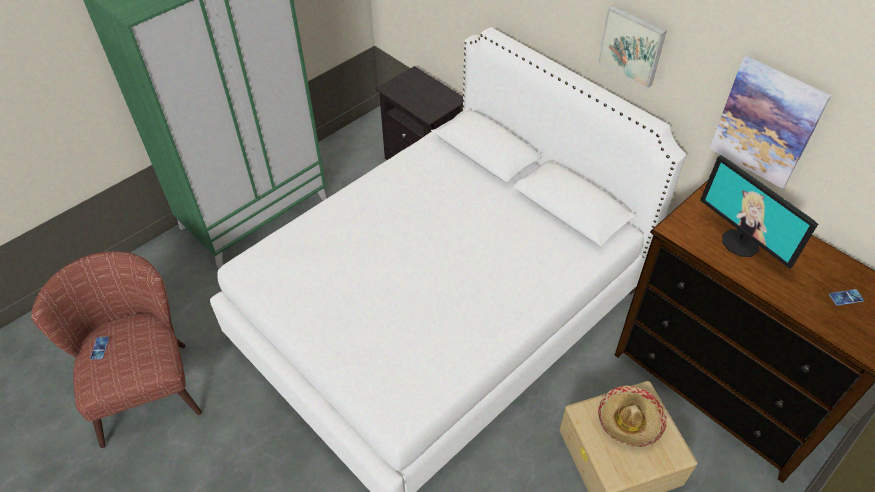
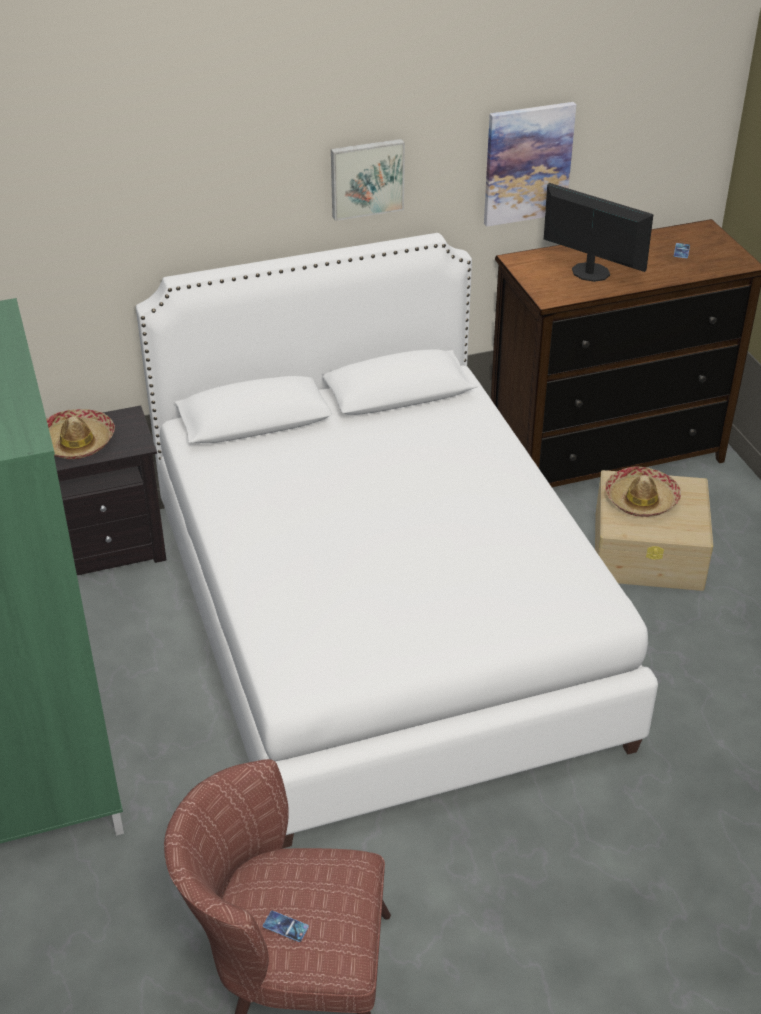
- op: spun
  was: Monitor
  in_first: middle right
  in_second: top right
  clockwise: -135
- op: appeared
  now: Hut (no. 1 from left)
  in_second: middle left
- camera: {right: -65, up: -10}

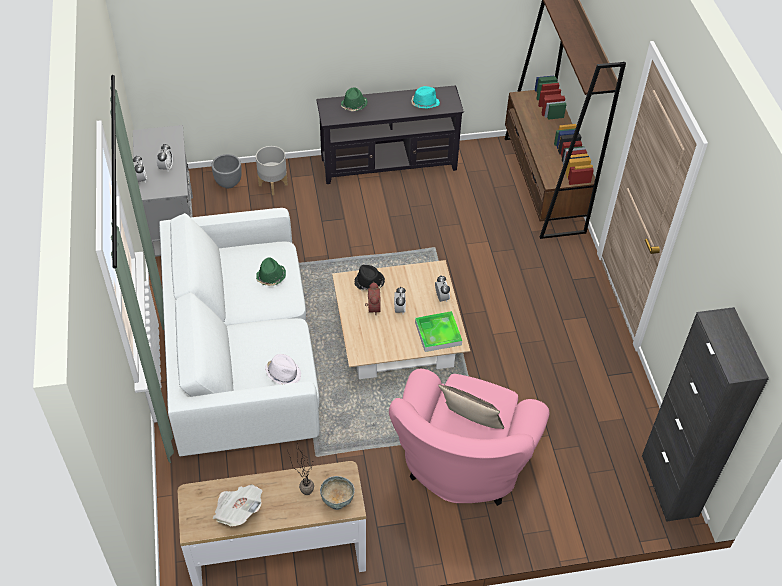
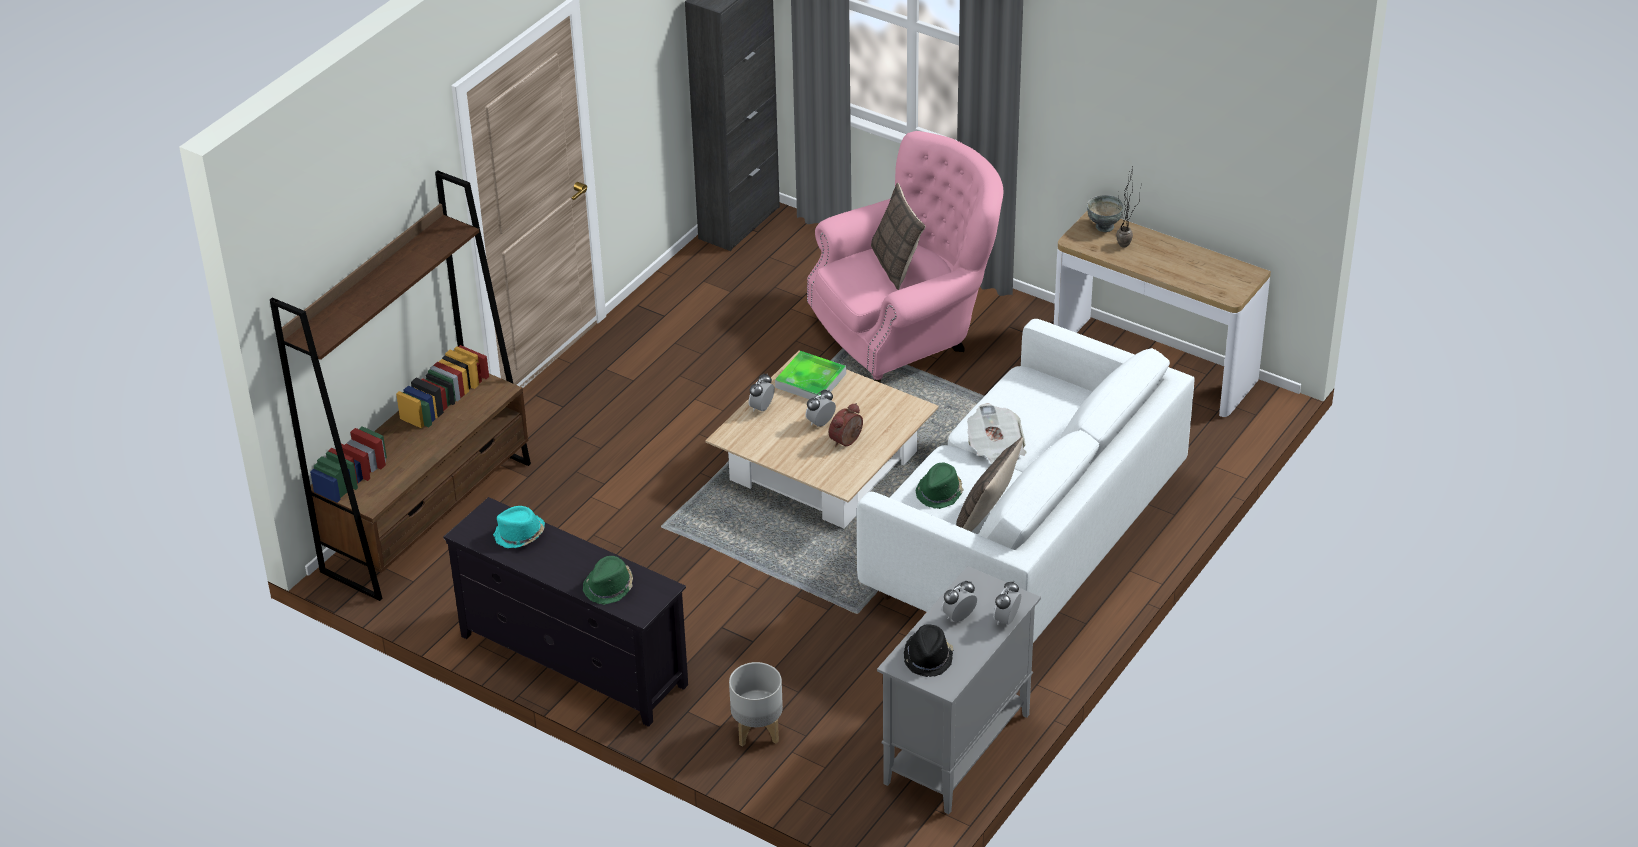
- op: missing
  was: Pflanzkübel (grau) (no. 1 from left)
  in_first: top left
- op: relocated
  was: Hut (schwarz)
  in_first: centre
  in_second: bottom centre
- op: missing
  was: Hut (weiß)
  in_first: centre
- op: relocated
  was: Zeitung
  in_first: bottom left
  in_second: centre
- op: appeared
  now: Kissen (no. 2 from left)
  in_second: centre
- camera: {right: -135, up: -10}

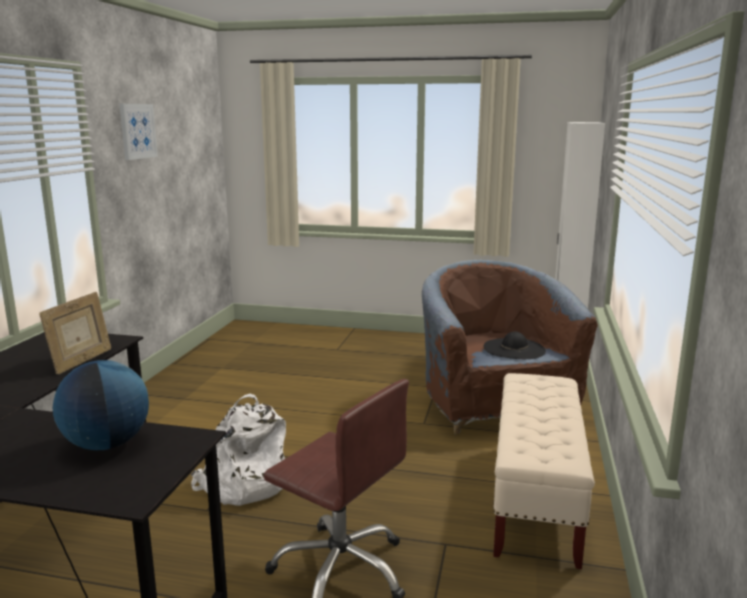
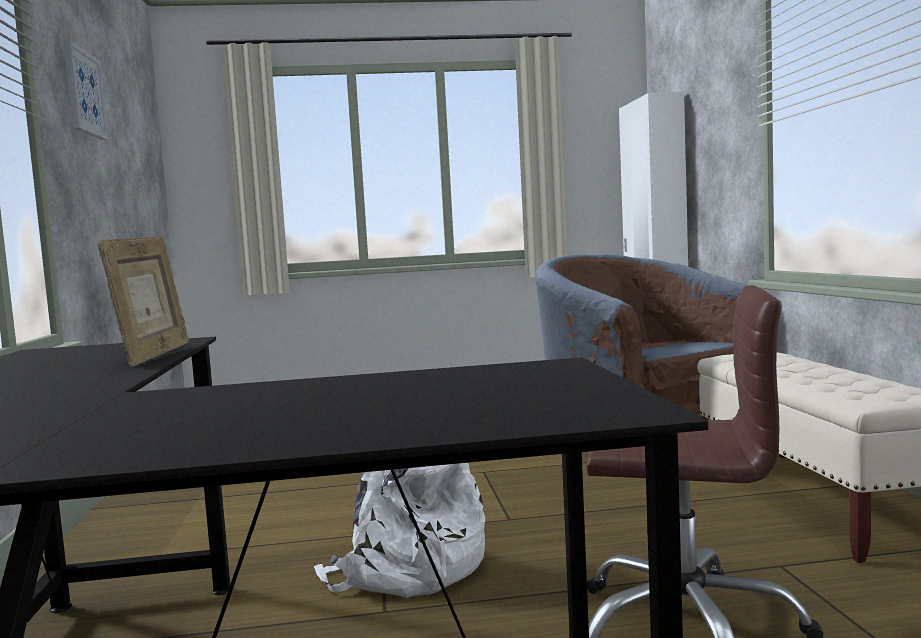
- op: missing
  was: Hut (schwarz)
  in_first: middle right
- op: missing
  was: Globus
  in_first: bottom left
- camera: {right: -20, up: -10}

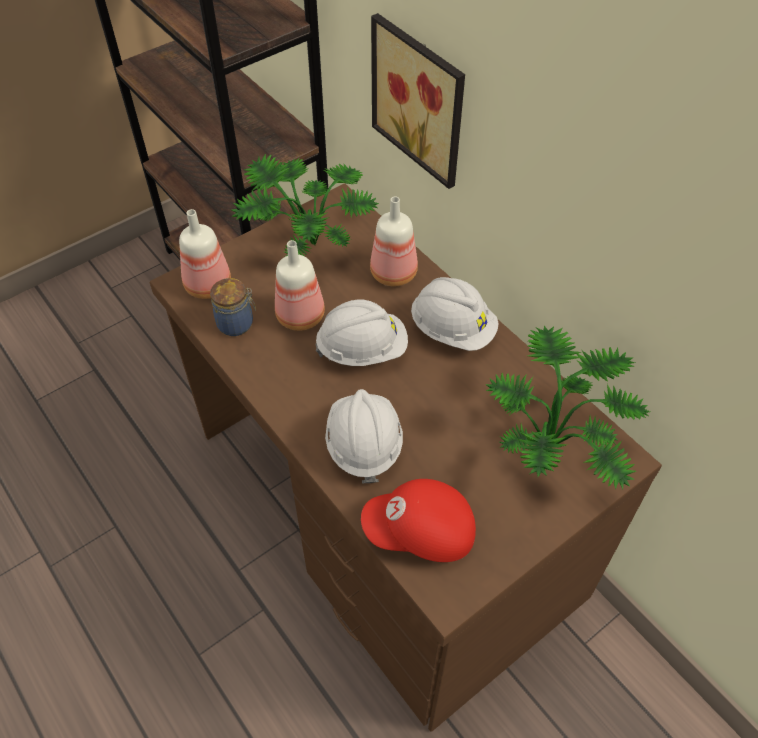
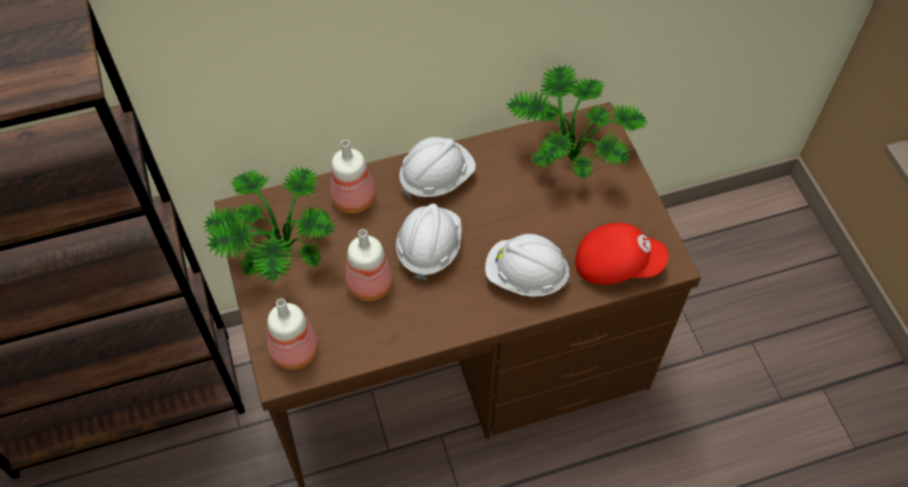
- op: missing
  was: Bild
  in_first: top centre
- op: missing
  was: Vorratsglas
  in_first: middle left
- op: spun
  was: Kappe (rot)
  in_first: bottom centre
  in_second: middle right
  clockwise: -105
- camera: {right: -70, up: 5}

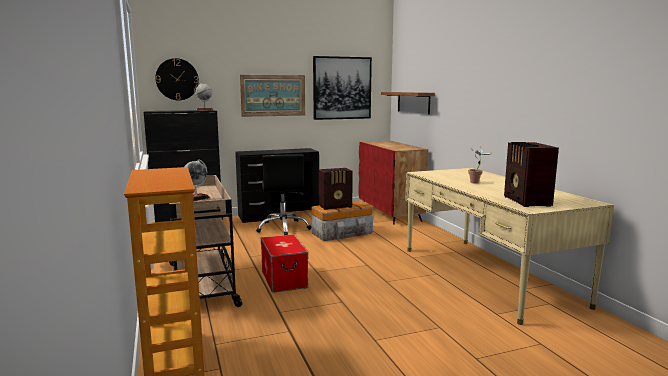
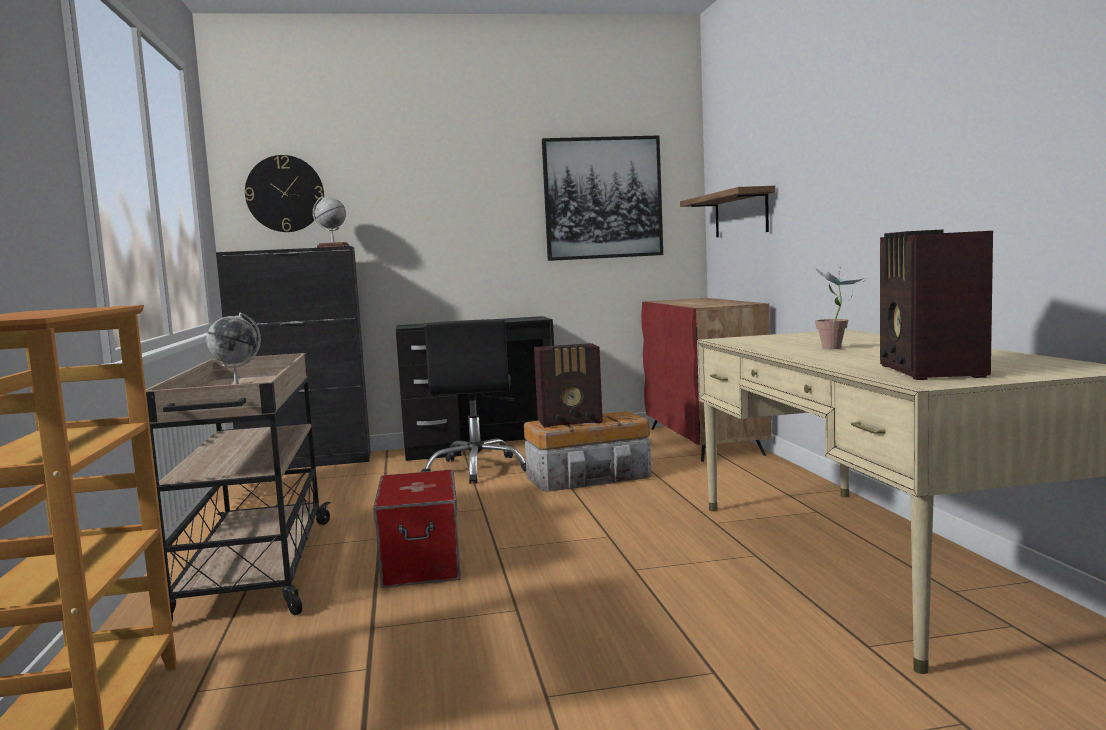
- op: missing
  was: Bild (no. 1 from left)
  in_first: top centre
- camera: {right: 10, up: -5}

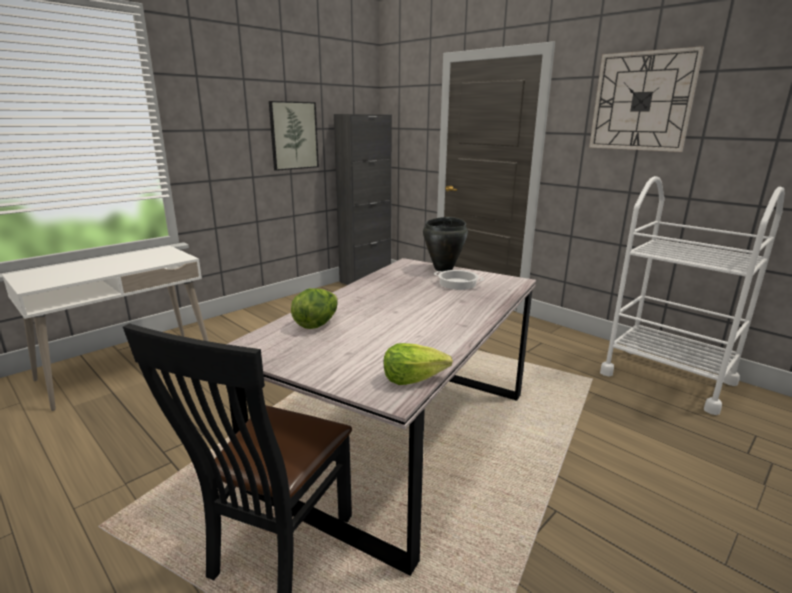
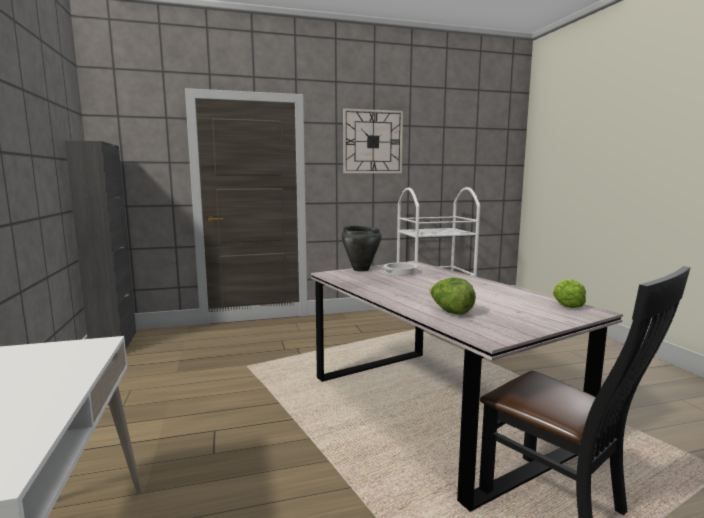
- op: missing
  was: Bild
  in_first: top centre
- camera: {right: -60, up: -10}

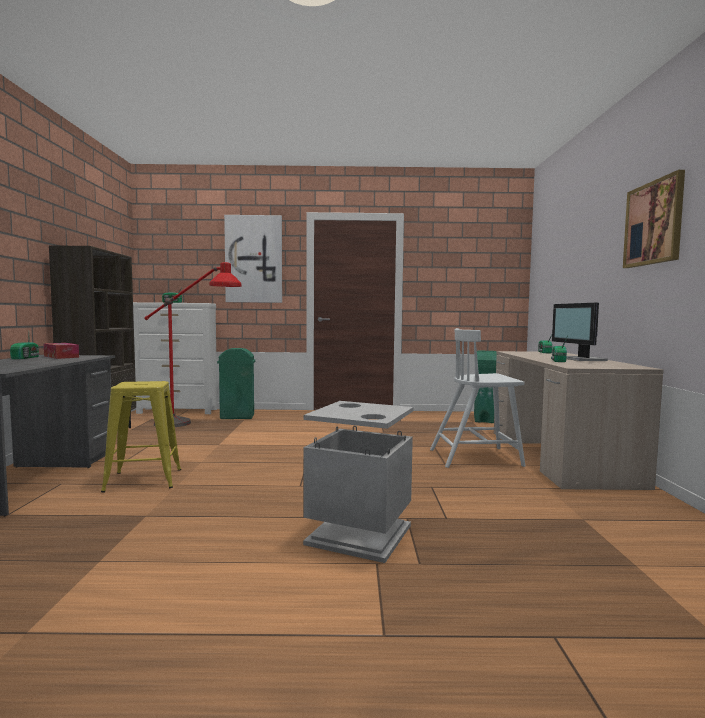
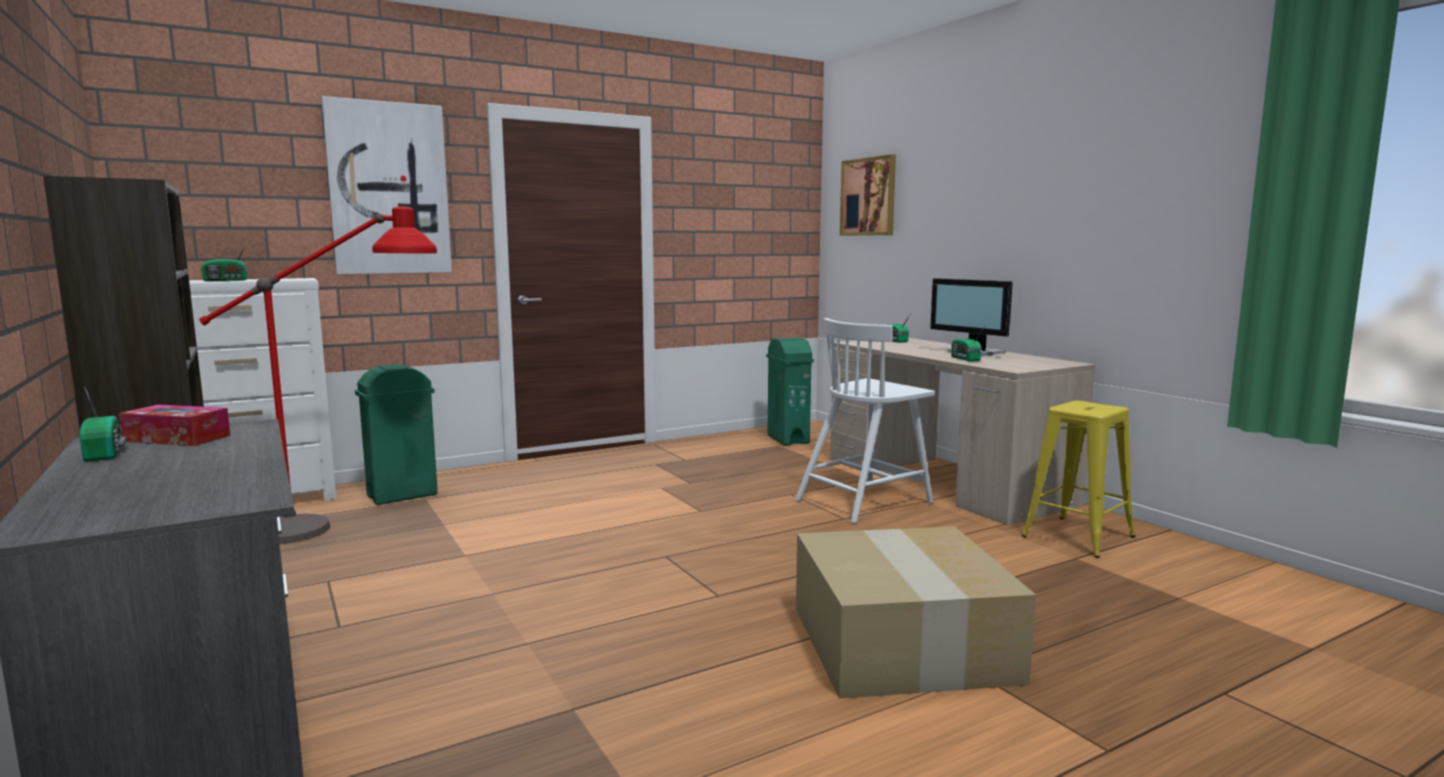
- op: relocated
  was: Bild (no. 2 from left)
  in_first: top right
  in_second: top centre
- op: relocated
  was: Hocker (gelb)
  in_first: middle left
  in_second: middle right
- op: exchanged
  was: Mülleimer (grau)
  now: Karton
  in_first: bottom centre
  in_second: bottom centre
- camera: {right: -30, up: 5}

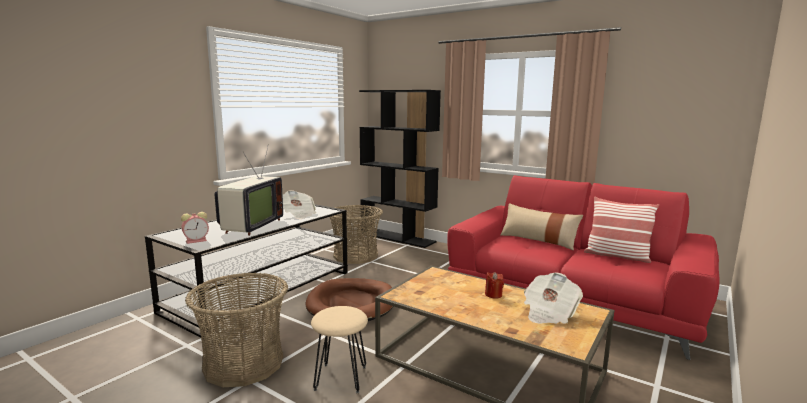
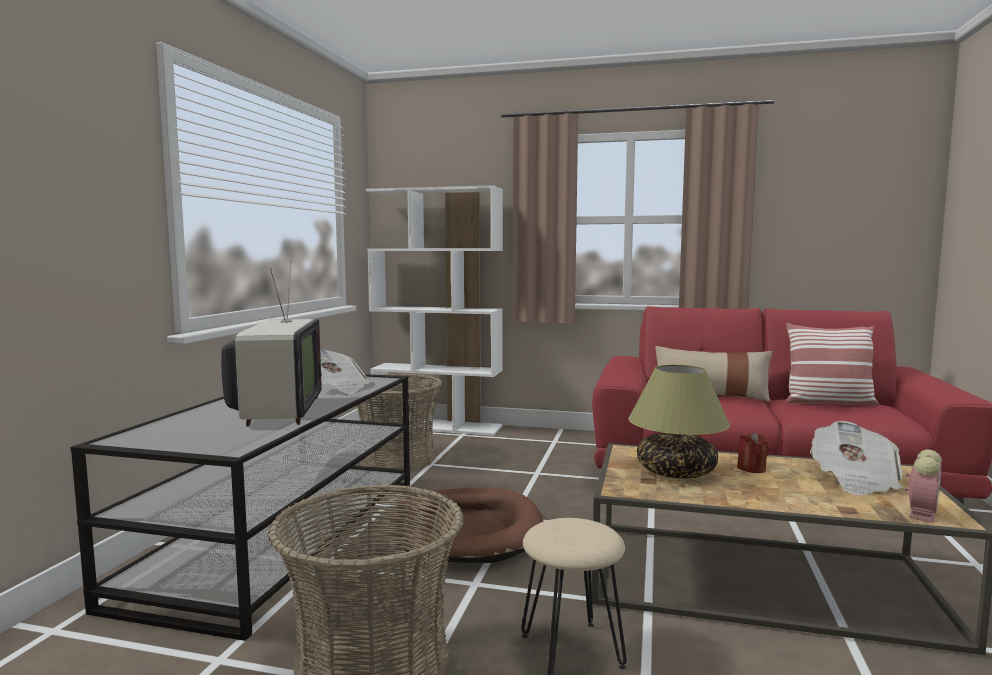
- op: colour
  was: Bücherregal (schwarz)
  now: Bücherregal (weiß)
  in_first: centre
  in_second: centre
- op: relocated
  was: Wecker
  in_first: middle left
  in_second: bottom right
- op: appeared
  now: Tischlampe
  in_second: middle right
- camera: {right: -20, up: -5}

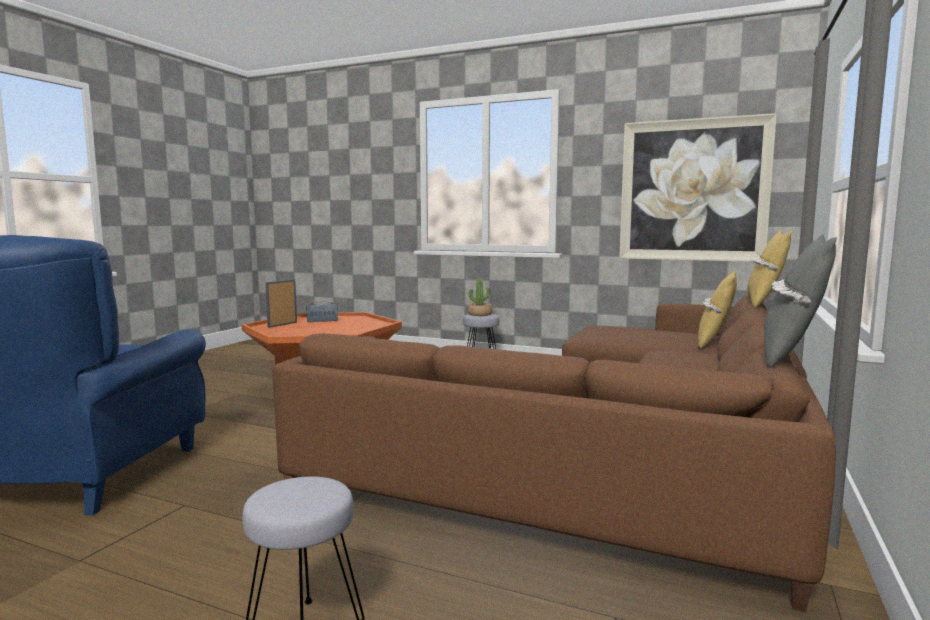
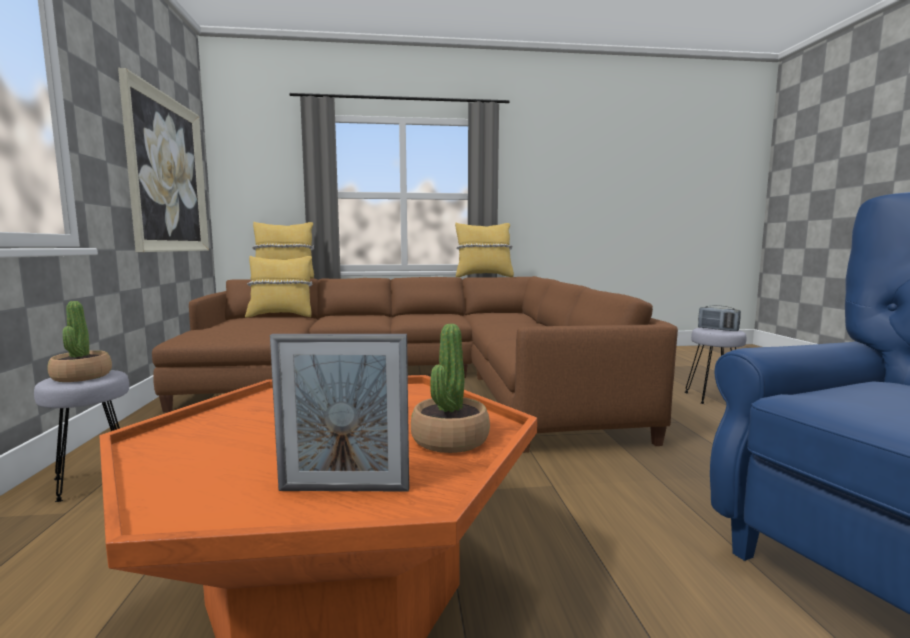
- op: colour
  was: Kissen (grau)
  now: Kissen (gelb) (no. 3 from left)
  in_first: middle right
  in_second: centre
- op: relocated
  was: Radio
  in_first: centre
  in_second: middle right
- op: appeared
  now: Topfpflanze (no. 2 from left)
  in_second: centre
- camera: {right: -120, up: 0}

